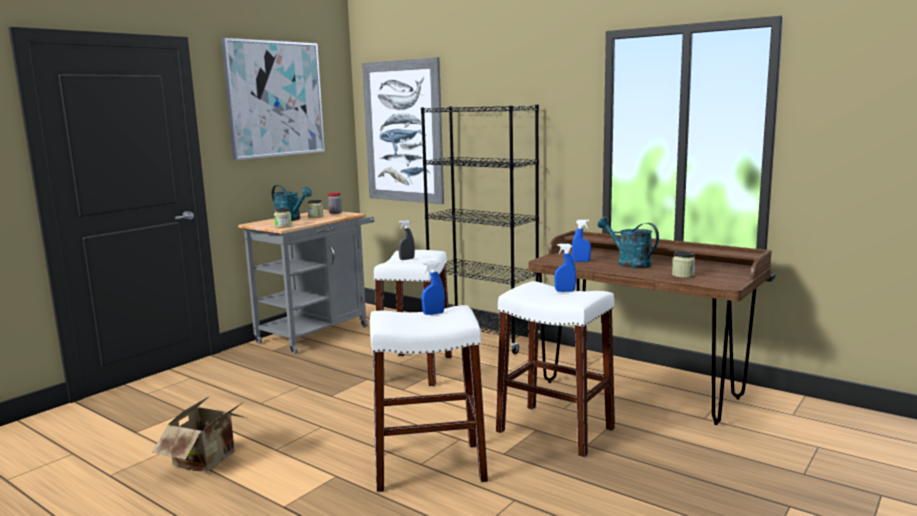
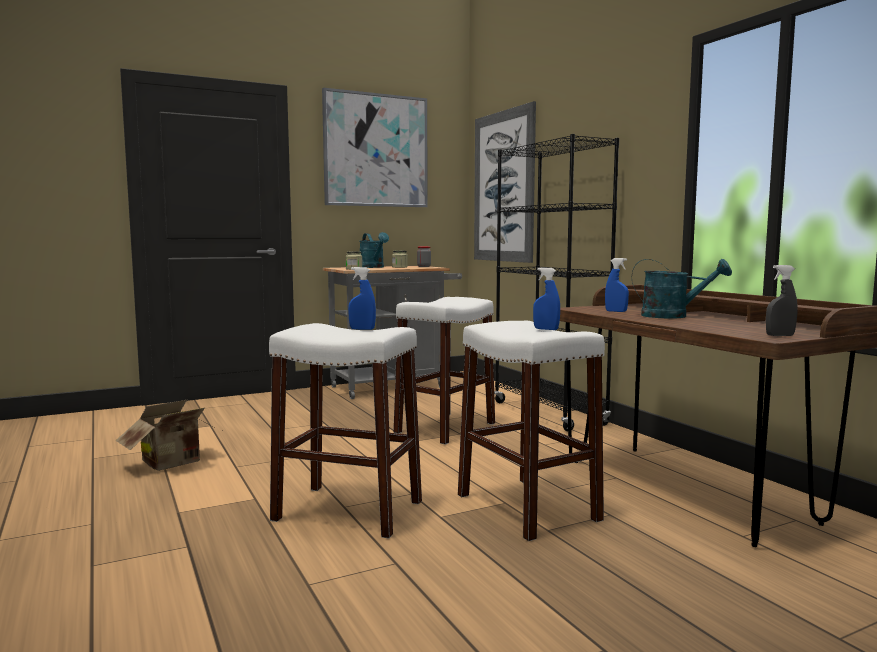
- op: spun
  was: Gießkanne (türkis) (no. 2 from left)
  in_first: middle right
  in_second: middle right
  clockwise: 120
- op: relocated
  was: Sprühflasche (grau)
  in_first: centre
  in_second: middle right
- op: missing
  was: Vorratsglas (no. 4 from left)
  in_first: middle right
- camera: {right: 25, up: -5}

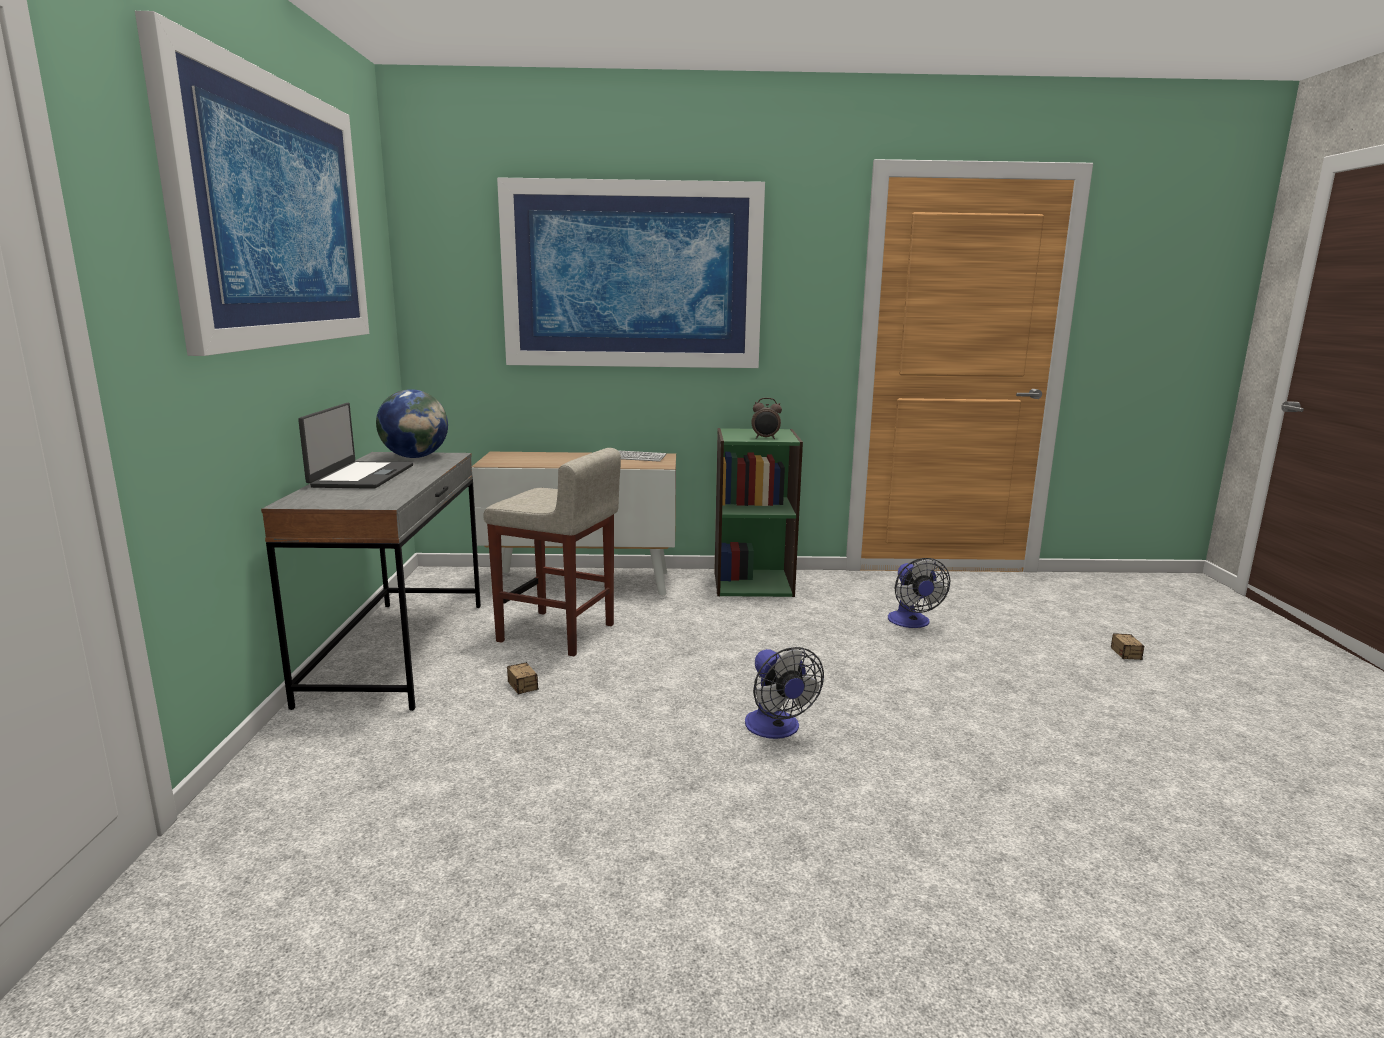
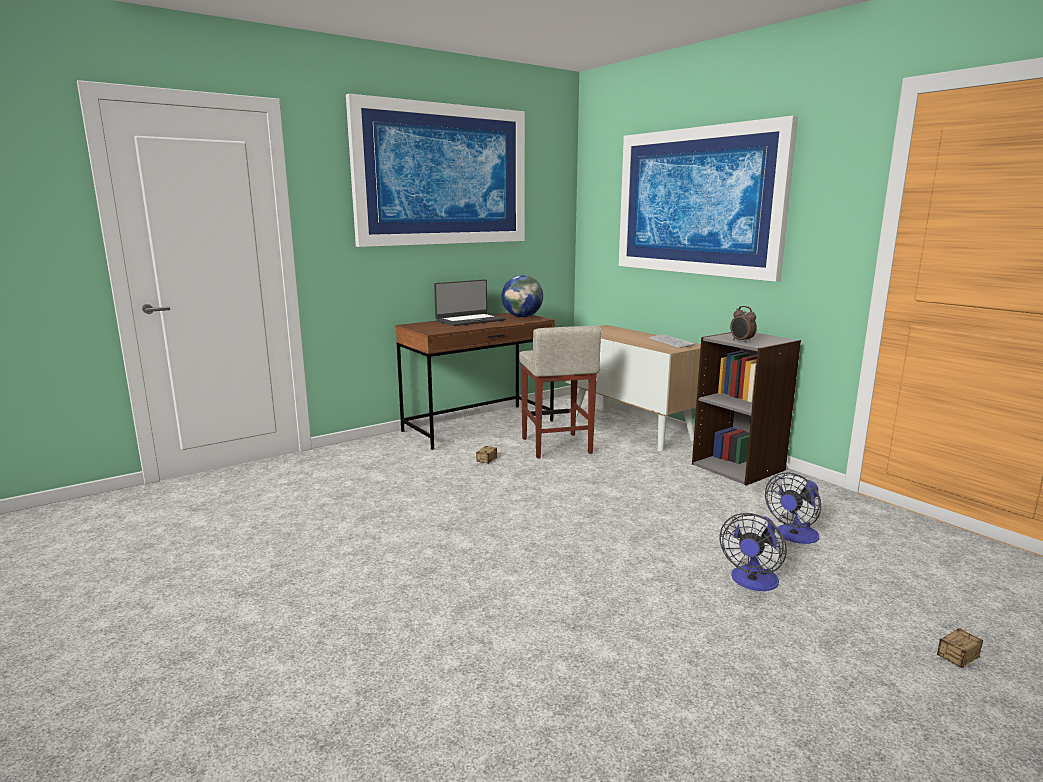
- op: colour
  was: Bücherregal (grün)
  now: Bücherregal (grau)
  in_first: centre
  in_second: middle right
- op: colour
  was: Schreibtisch (grau)
  now: Schreibtisch (braun)
  in_first: middle left
  in_second: centre
- op: relocated
  was: Ventilator (no. 1 from left)
  in_first: bottom centre
  in_second: bottom right
- camera: {right: 55, up: 0}

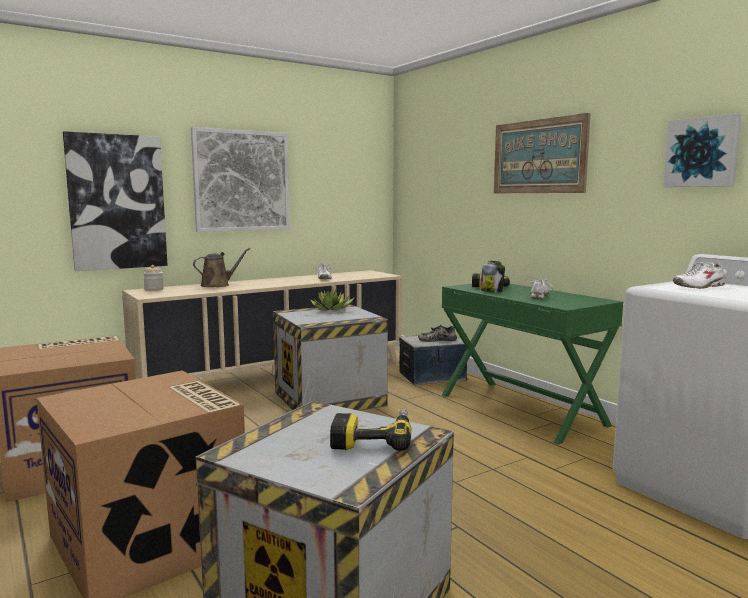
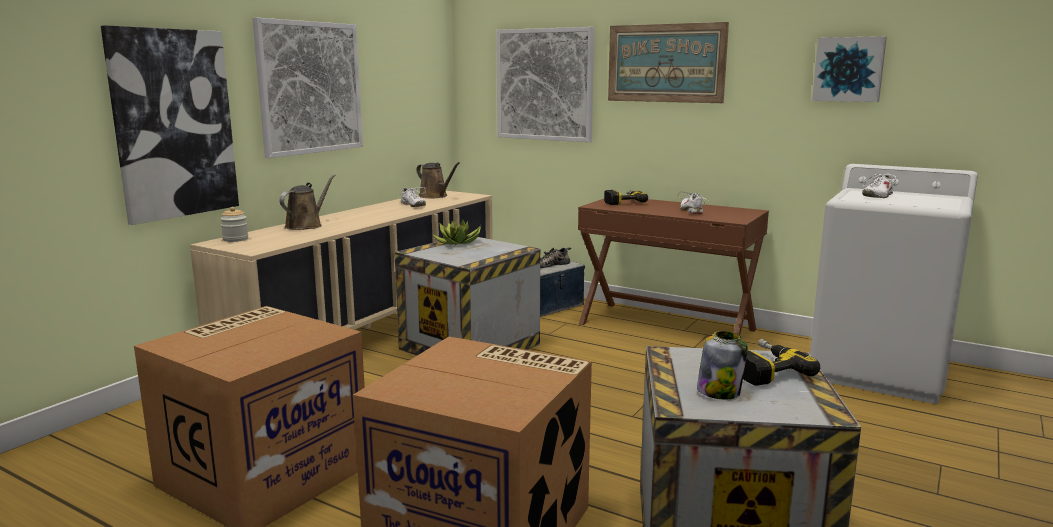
- op: relocated
  was: Vorratsglas (no. 2 from left)
  in_first: centre
  in_second: bottom right
- op: colour
  was: Schreibtisch (grün)
  now: Schreibtisch (braun)
  in_first: middle right
  in_second: centre
- op: appeared
  now: Bild (no. 3 from left)
  in_second: top centre
- op: appeared
  now: Gießkanne (braun) (no. 2 from left)
  in_second: centre
- camera: {right: -25, up: 5}

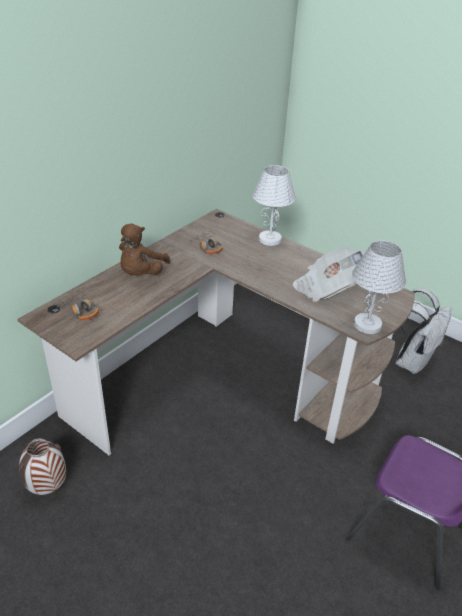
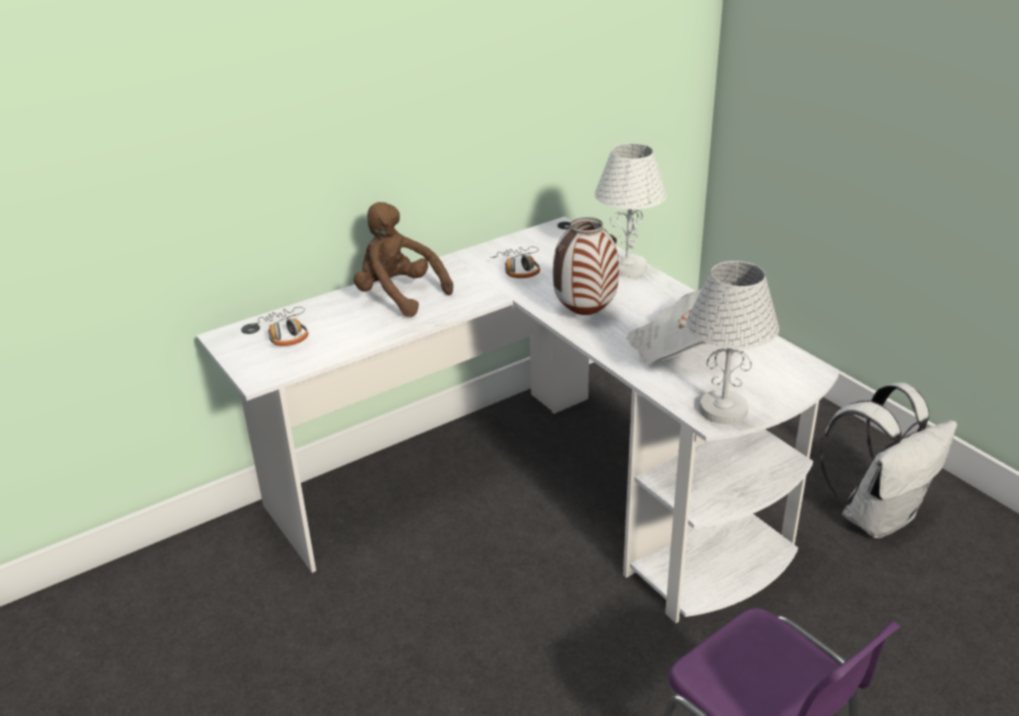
- op: colour
  was: Schreibtisch (braun)
  now: Schreibtisch (weiß)
  in_first: centre
  in_second: centre
- op: spun
  was: Plüschtier (braun)
  in_first: middle left
  in_second: centre
  clockwise: 90
- op: relocated
  was: Vase
  in_first: bottom left
  in_second: centre
- camera: {right: 20, up: -5}

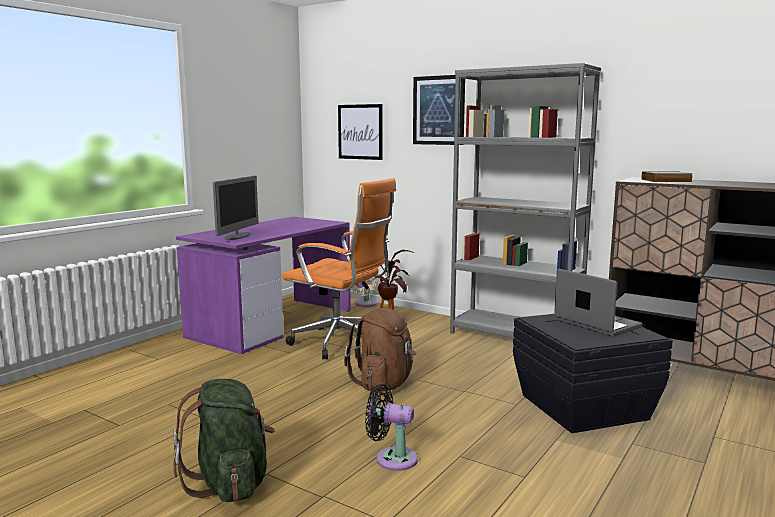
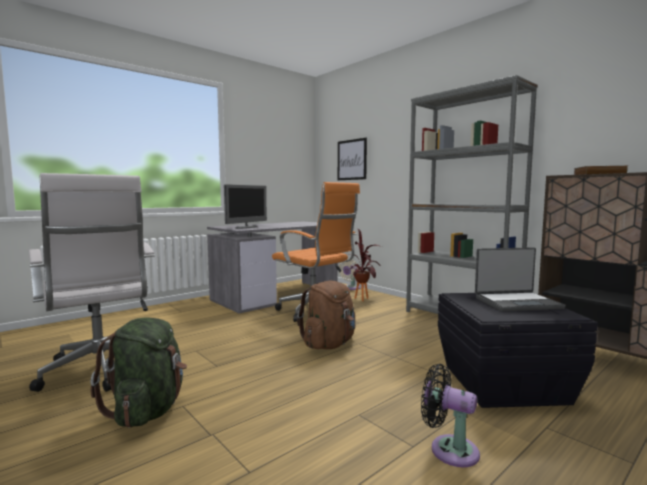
- op: missing
  was: Bild (no. 2 from left)
  in_first: top centre
- op: colour
  was: Schreibtisch (lila)
  now: Schreibtisch (grau)
  in_first: centre
  in_second: centre
- op: spun
  was: Laptop
  in_first: middle right
  in_second: middle right
  clockwise: 105
- op: relocated
  was: Ventilator (schwarz)
  in_first: bottom centre
  in_second: bottom right
- op: appeared
  now: Bürostuhl (weiß)
  in_second: middle left
- camera: {right: 15, up: -5}

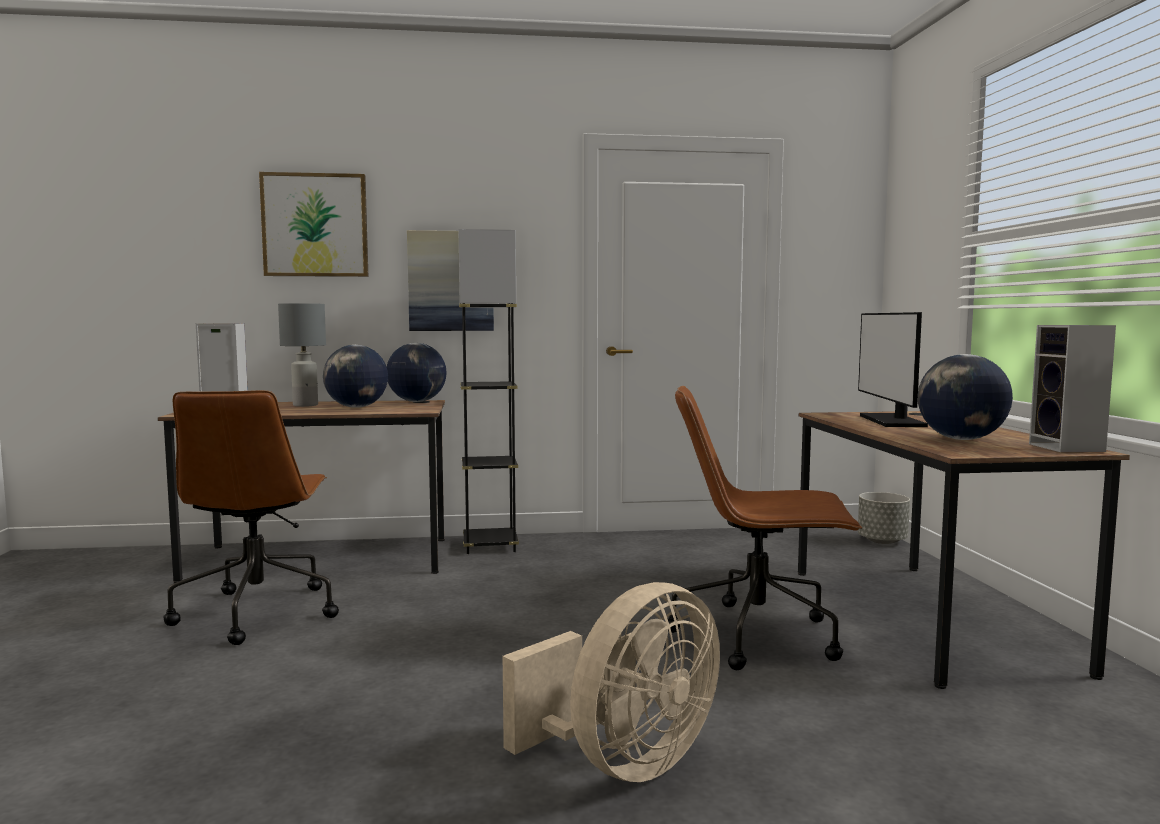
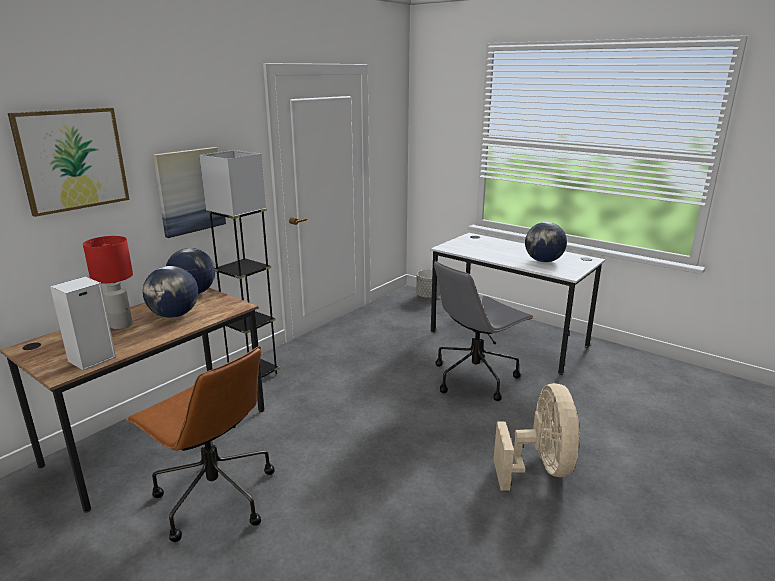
- op: colour
  was: Tischlampe (grau)
  now: Tischlampe (rot)
  in_first: middle left
  in_second: middle left
- op: missing
  was: Monitor
  in_first: middle right
- op: missing
  was: Lautsprecher (no. 2 from left)
  in_first: middle right
- op: colour
  was: Bürostuhl (braun) (no. 2 from left)
  now: Bürostuhl (grau)
  in_first: centre
  in_second: centre
- op: colour
  was: Schreibtisch (braun) (no. 2 from left)
  now: Schreibtisch (weiß)
  in_first: bottom right
  in_second: middle right
- camera: {right: -45, up: 15}

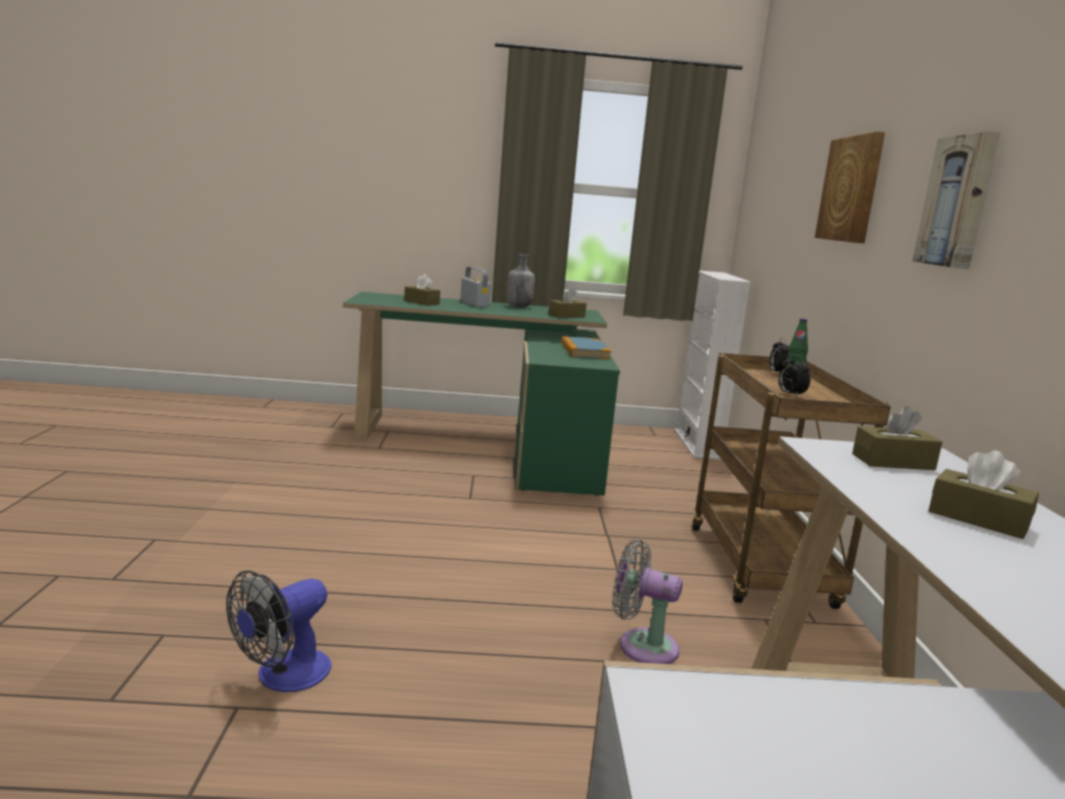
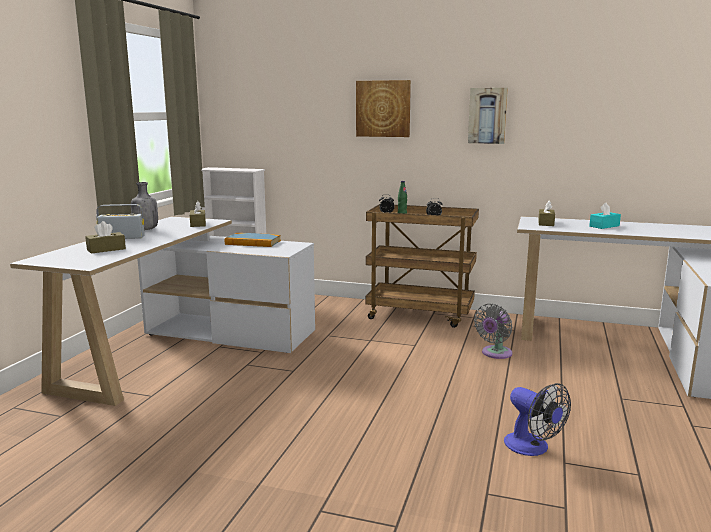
- op: colour
  was: Schreibtisch (grün)
  now: Schreibtisch (weiß) (no. 1 from left)
  in_first: centre
  in_second: middle left
- op: colour
  was: Taschentuchbox (braun) (no. 4 from left)
  now: Taschentuchbox (türkis)
  in_first: middle right
  in_second: middle right
- camera: {right: -70, up: 0}

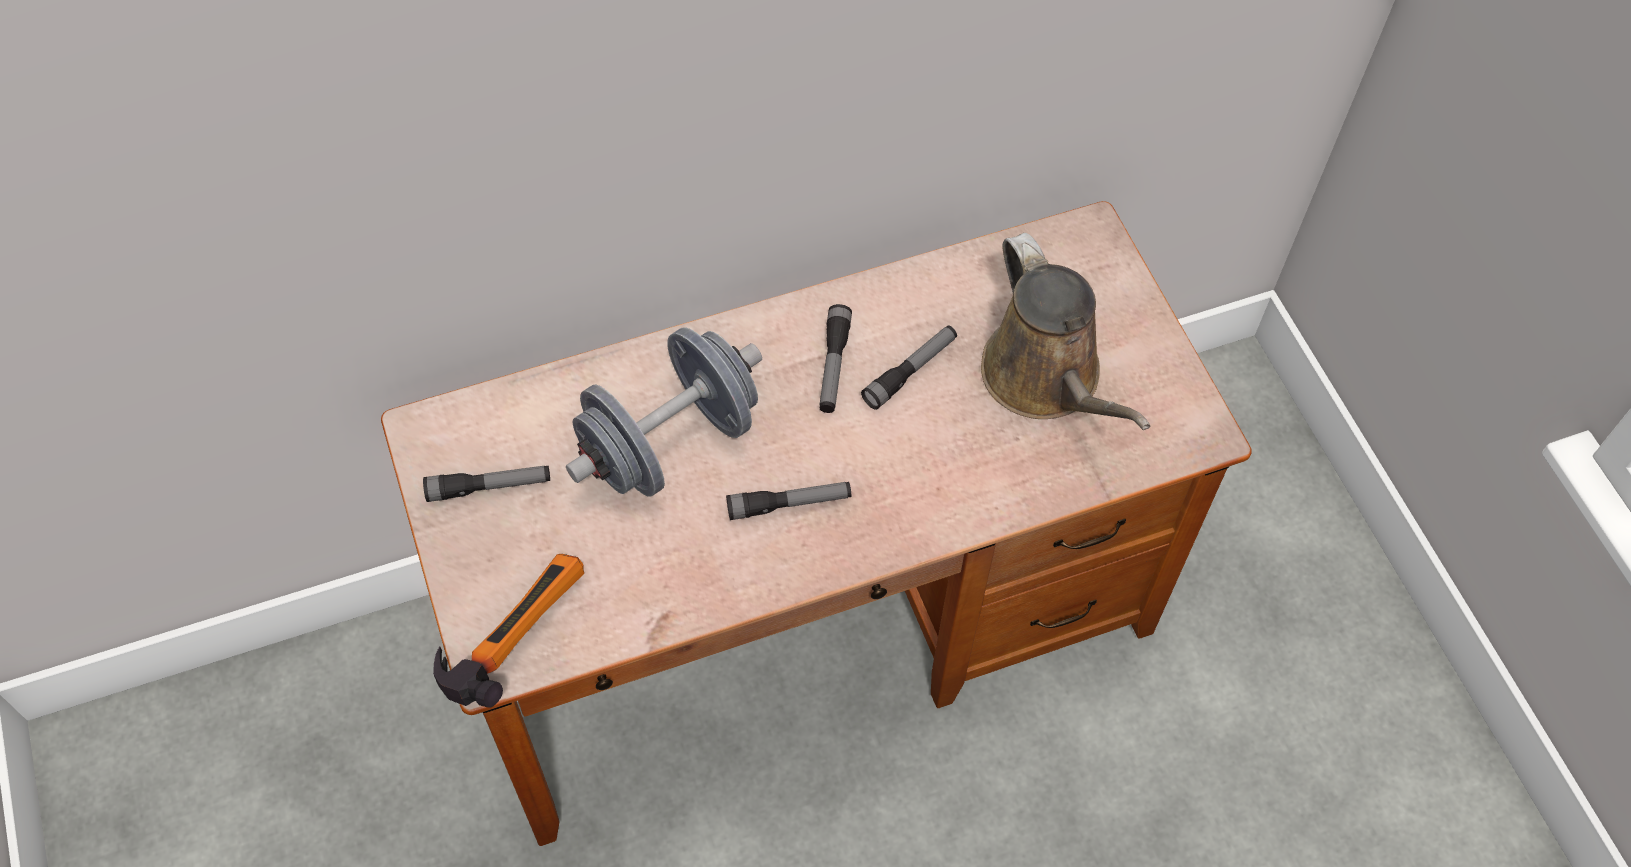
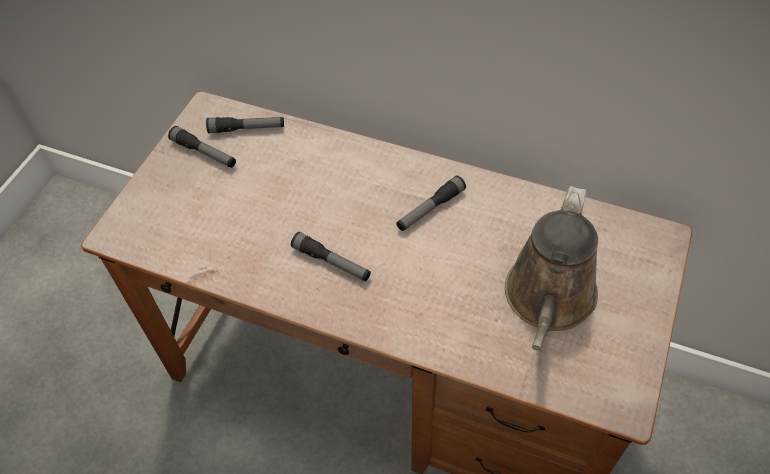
- op: relocated
  was: Taschenlampe (no. 4 from left in the first image)
  now: Taschenlampe (no. 2 from left)
  in_first: centre
  in_second: top left
- op: missing
  was: Hantel (grau)
  in_first: centre
- op: missing
  was: Hammer
  in_first: bottom left
- camera: {right: 45, up: -5}

